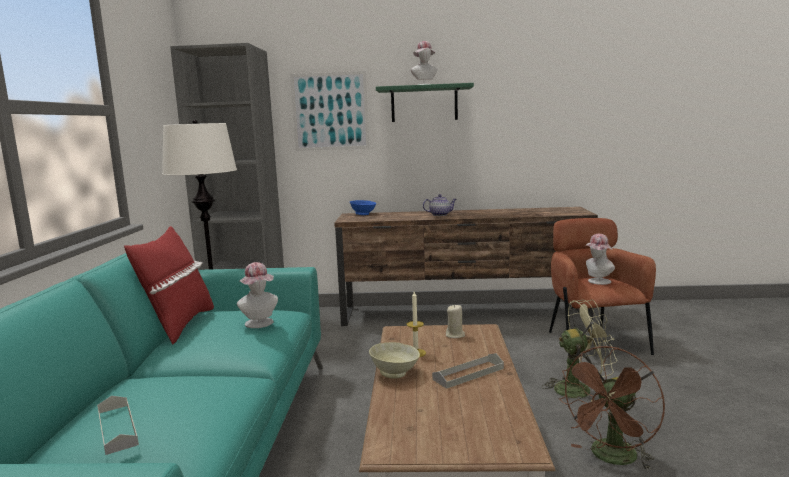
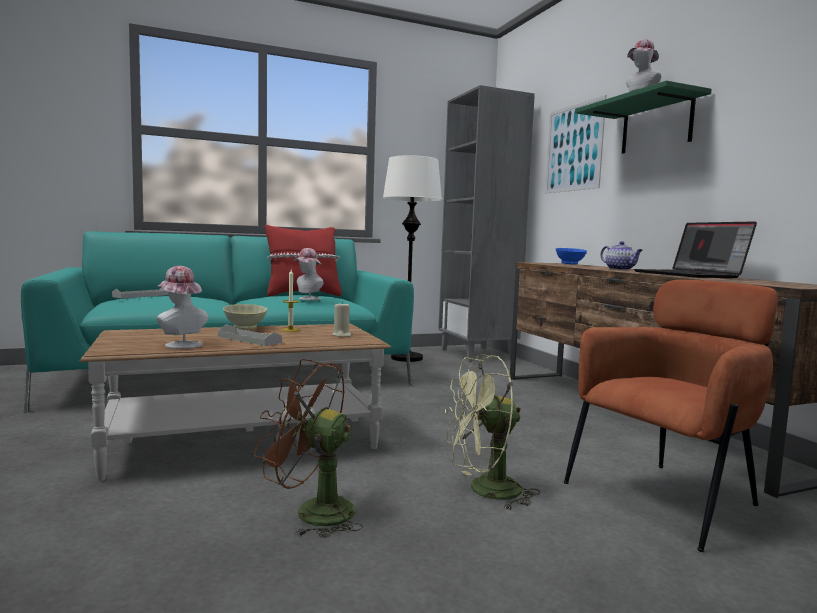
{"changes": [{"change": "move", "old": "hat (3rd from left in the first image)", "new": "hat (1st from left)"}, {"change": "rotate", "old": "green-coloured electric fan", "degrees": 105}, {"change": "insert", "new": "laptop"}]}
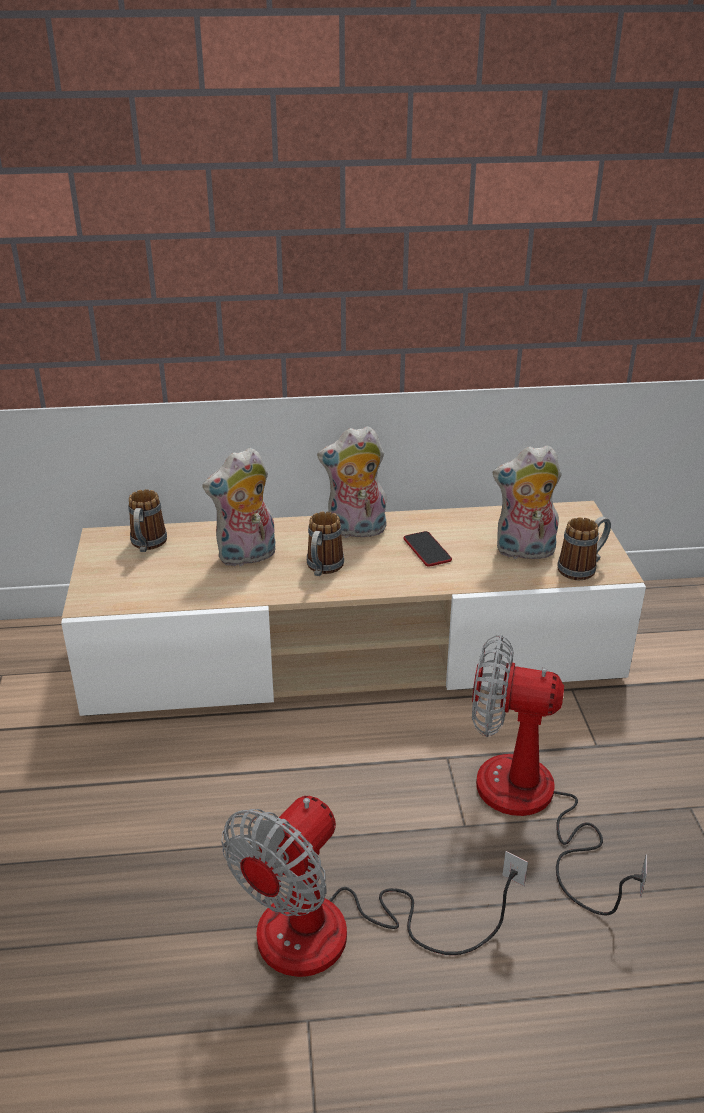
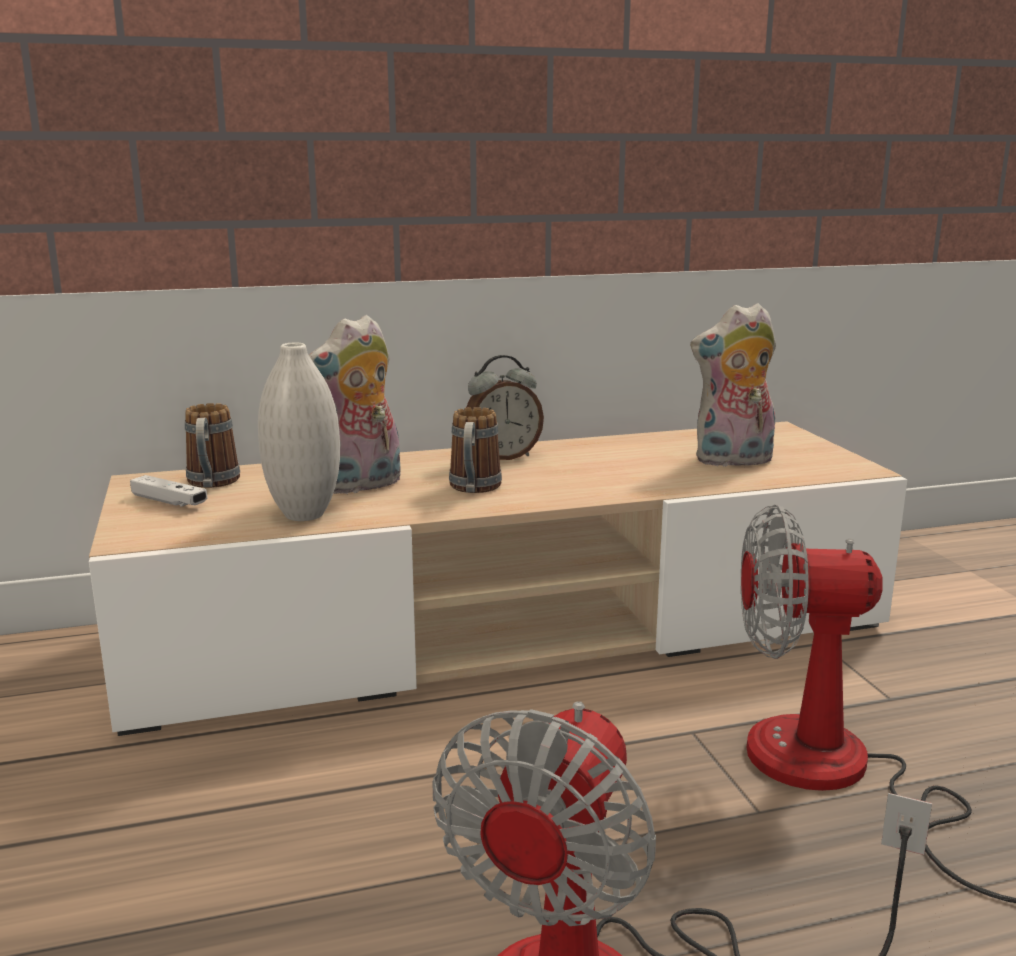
{"changes": [{"change": "replace", "old": "cuddly toy (2nd from left)", "new": "bedside clock"}, {"change": "delete", "old": "mug (3rd from left)"}, {"change": "delete", "old": "telephone"}, {"change": "insert", "new": "whitish flower vase"}, {"change": "insert", "new": "whitish game controller"}]}
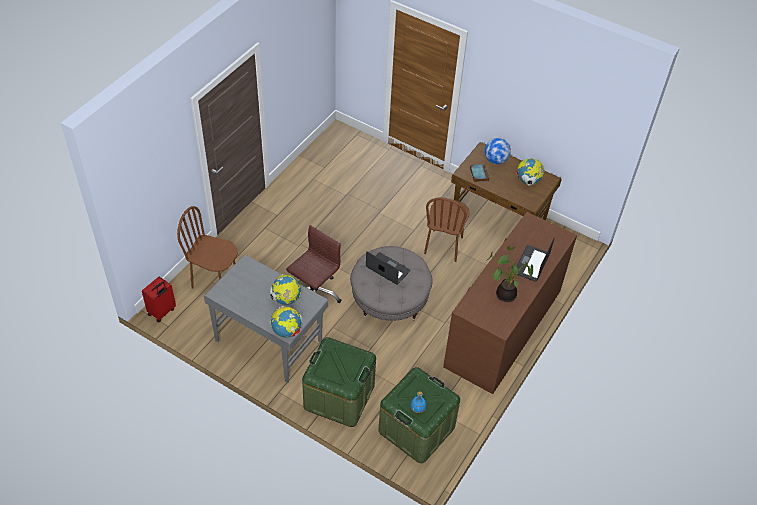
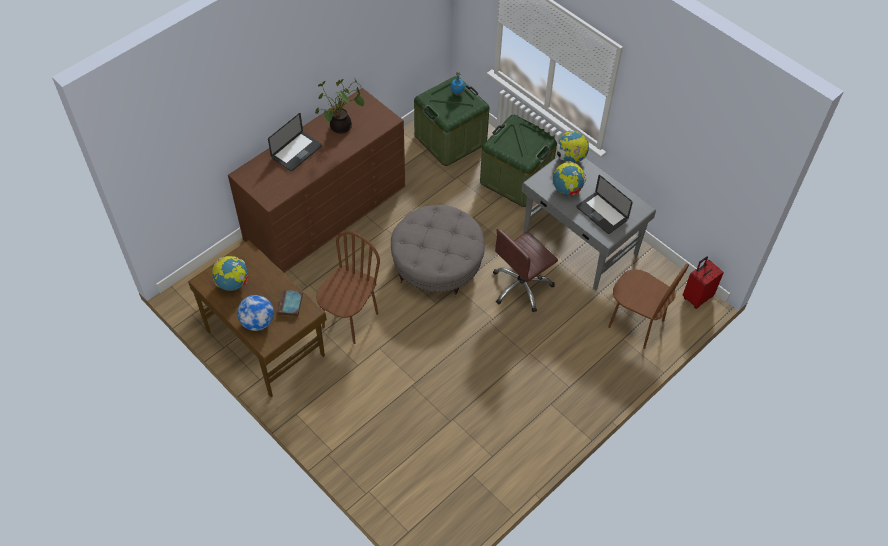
{"changes": [{"change": "move", "old": "laptop (1st from left in the first image)", "new": "laptop (2nd from left)"}]}
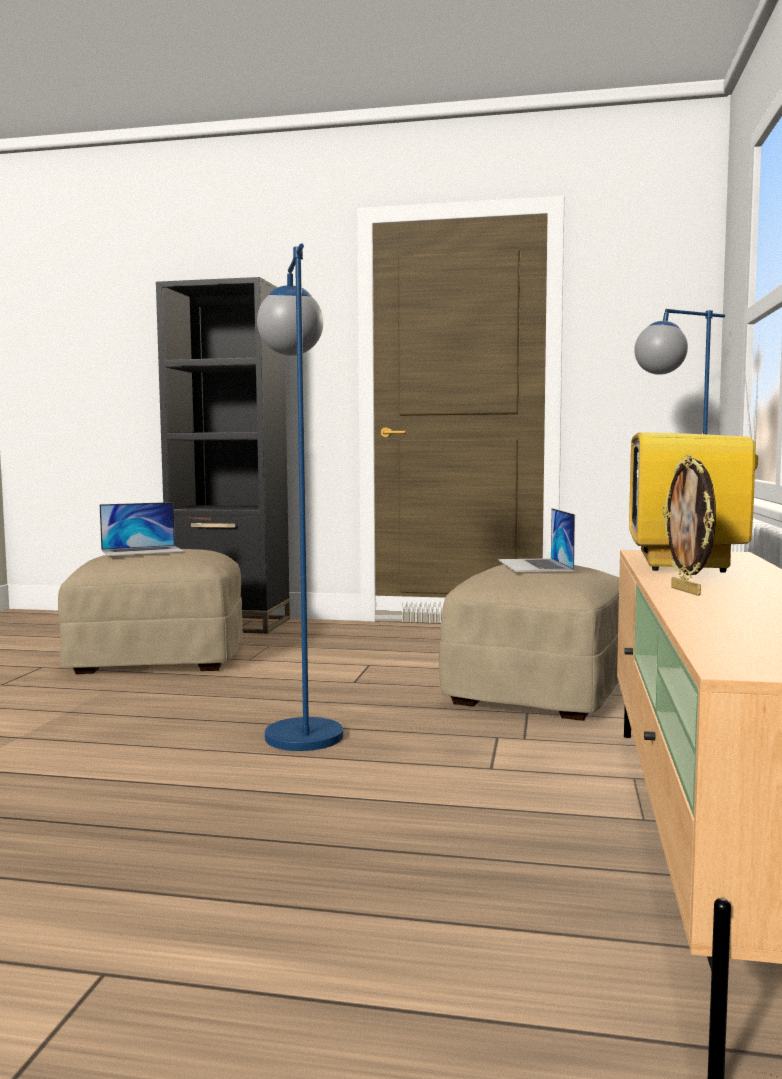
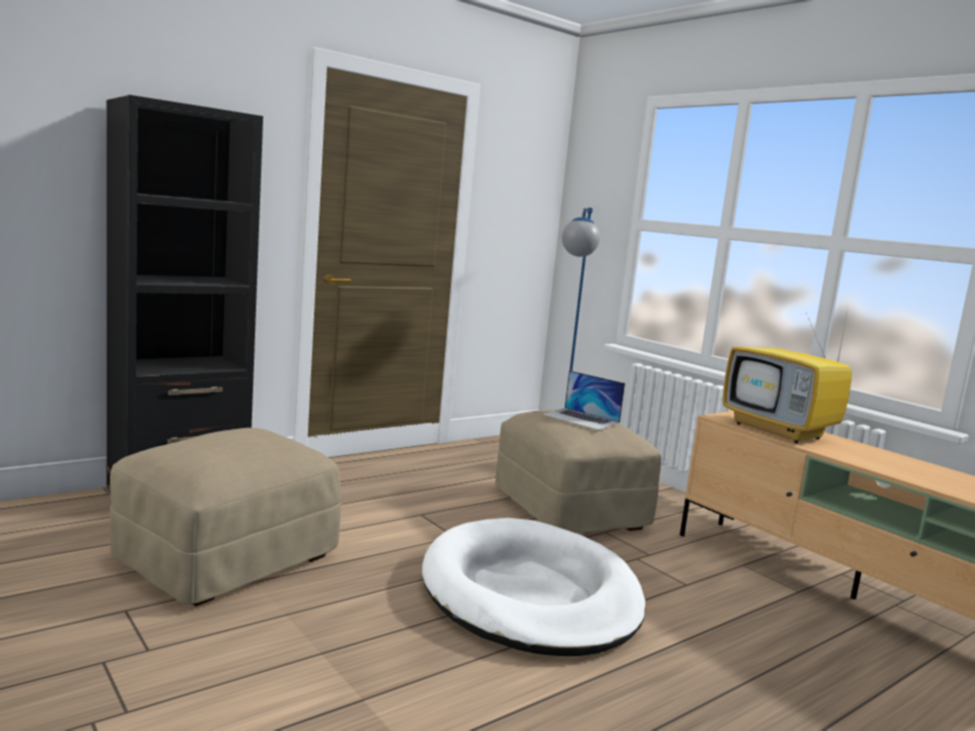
{"changes": [{"change": "replace", "old": "blue standing lamp (1st from left)", "new": "whitish dog cushion"}, {"change": "delete", "old": "photo frame"}, {"change": "delete", "old": "laptop (1st from left)"}]}
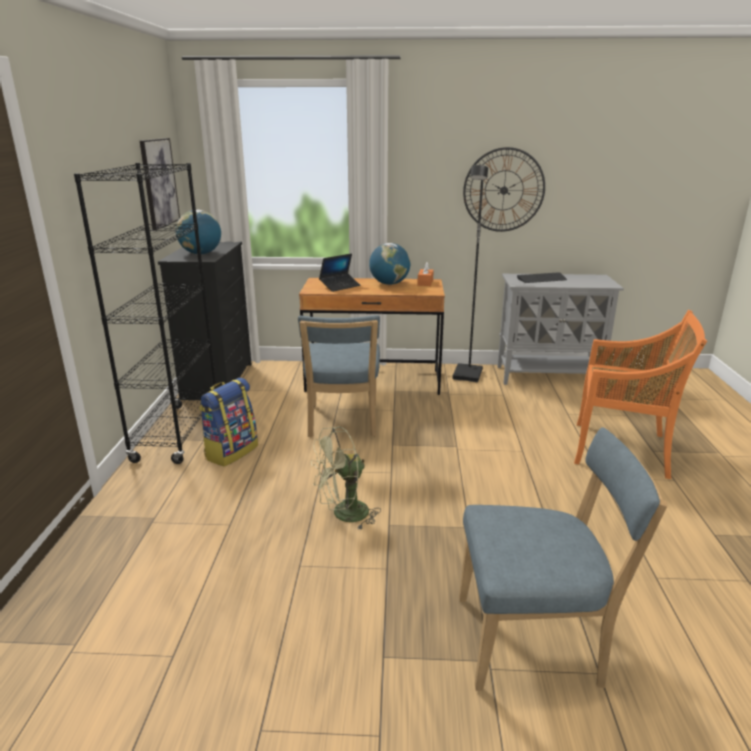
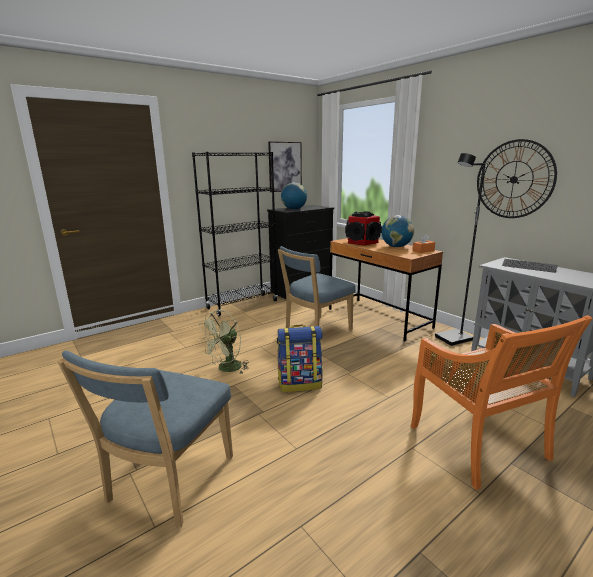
{"changes": [{"change": "replace", "old": "laptop", "new": "speaker"}, {"change": "move", "old": "backpack"}, {"change": "rotate", "old": "green-coloured electric fan", "degrees": -75}, {"change": "rotate", "old": "blue plain chair (2nd from left in the first image)", "degrees": 60}]}
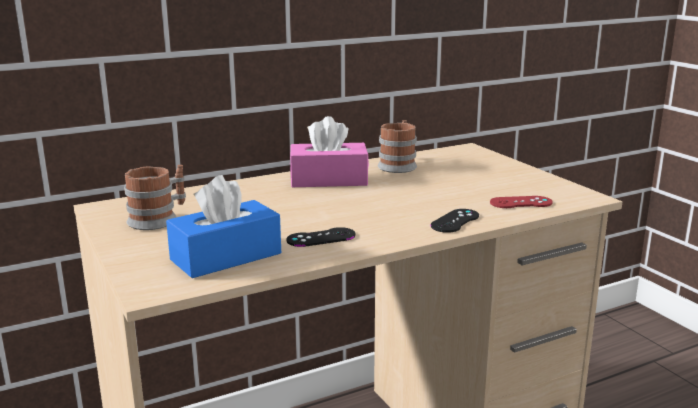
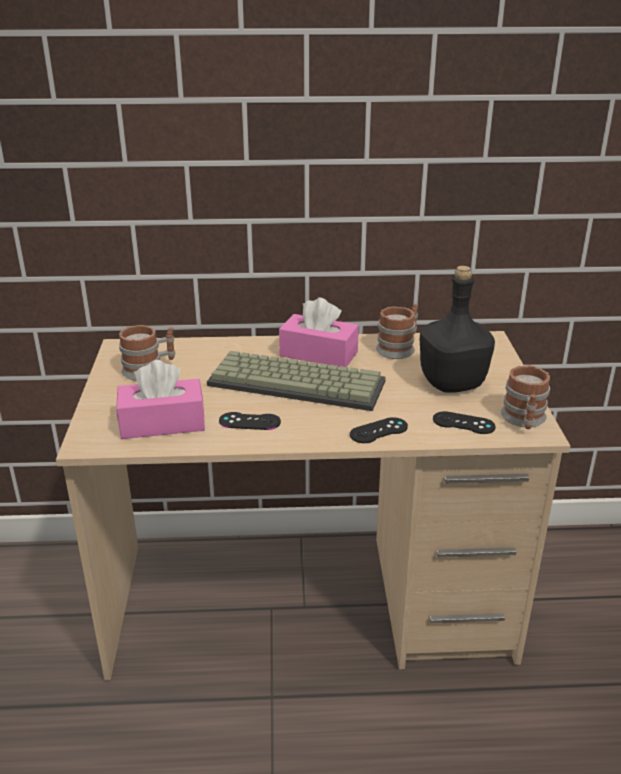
{"changes": [{"change": "recolor", "old": "blue box of tissues", "new": "pink box of tissues (1st from left)"}, {"change": "recolor", "old": "red-coloured game controller", "new": "black-coloured game controller (3rd from left)"}, {"change": "insert", "new": "black-coloured beverage bottle"}, {"change": "insert", "new": "computer keyboard"}, {"change": "insert", "new": "mug (3rd from left)"}]}
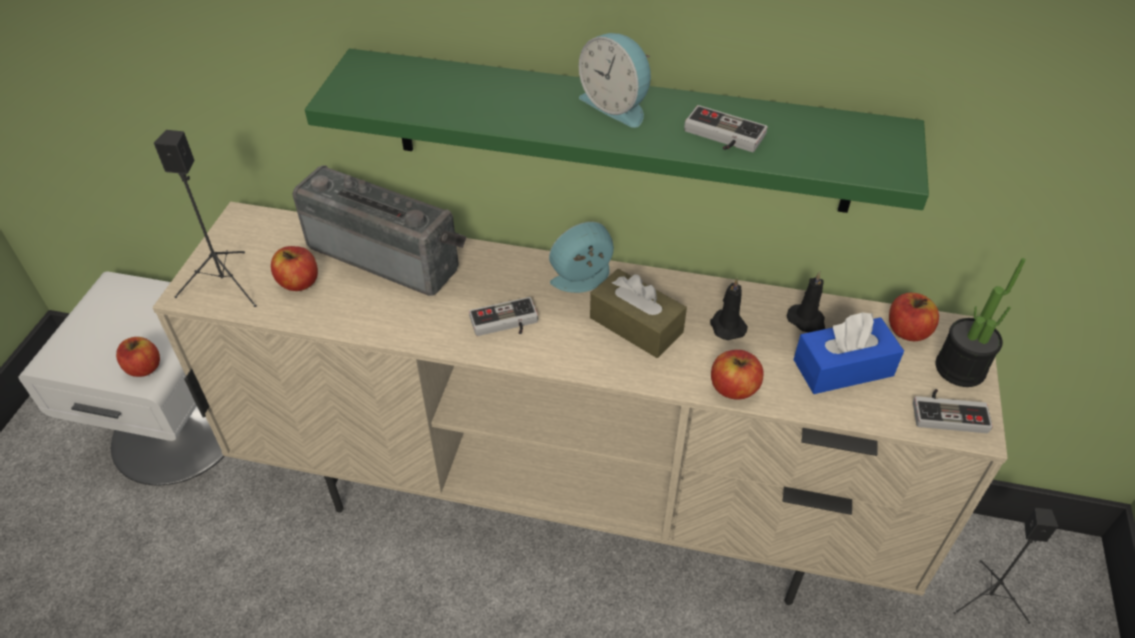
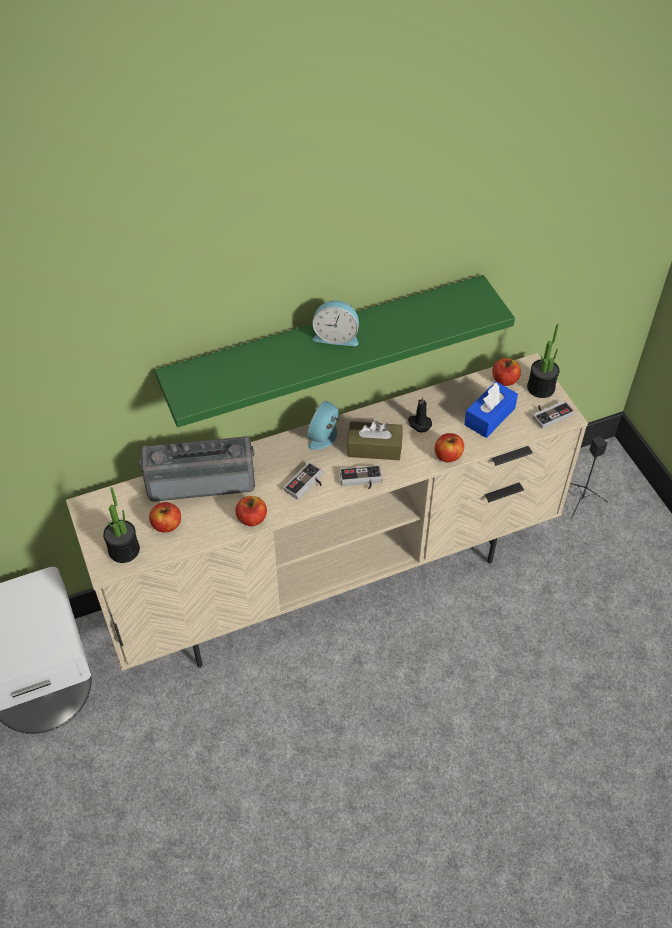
{"changes": [{"change": "move", "old": "game controller (2nd from left)"}, {"change": "replace", "old": "black-coloured speaker (1st from left)", "new": "plant in a pot (1st from left)"}, {"change": "delete", "old": "black-coloured candle (2nd from left)"}, {"change": "move", "old": "apple (1st from left in the first image)", "new": "apple (2nd from left)"}]}
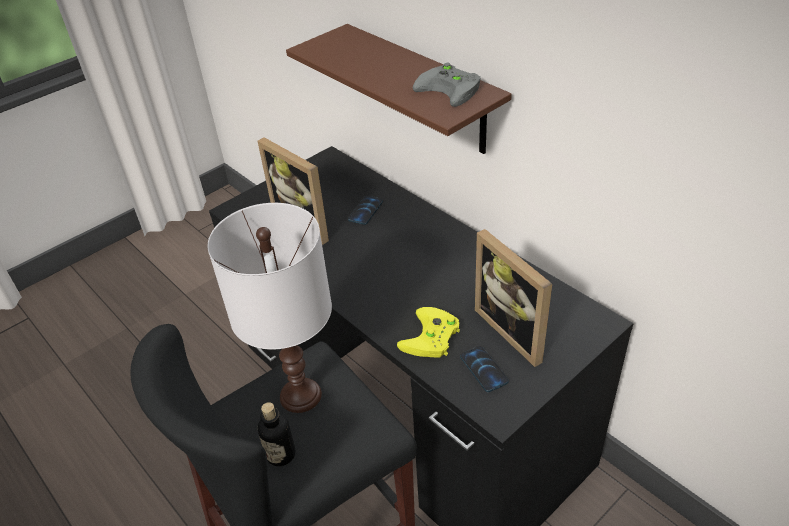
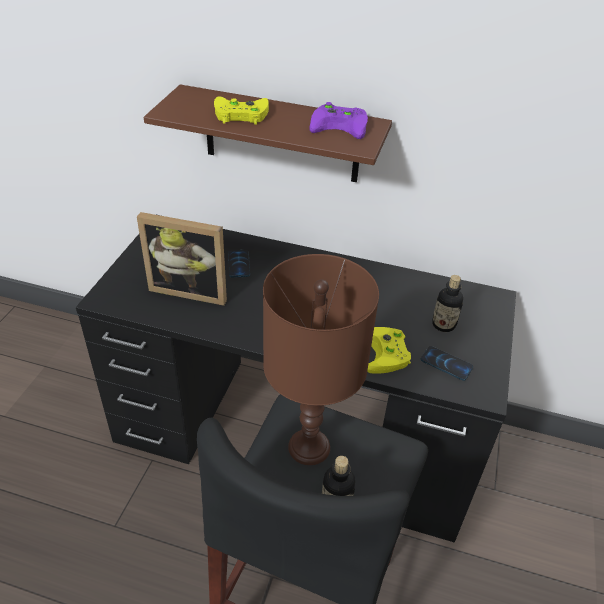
{"changes": [{"change": "recolor", "old": "greyish game controller", "new": "purple-coloured game controller"}, {"change": "recolor", "old": "whitish tabletop lamp", "new": "brown tabletop lamp"}, {"change": "replace", "old": "photo frame (2nd from left)", "new": "beverage bottle (2nd from left)"}, {"change": "insert", "new": "yellow game controller (1st from left)"}]}
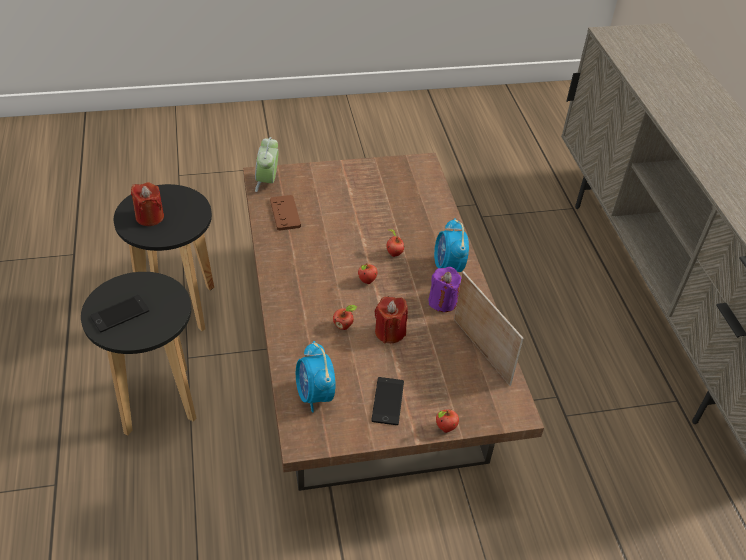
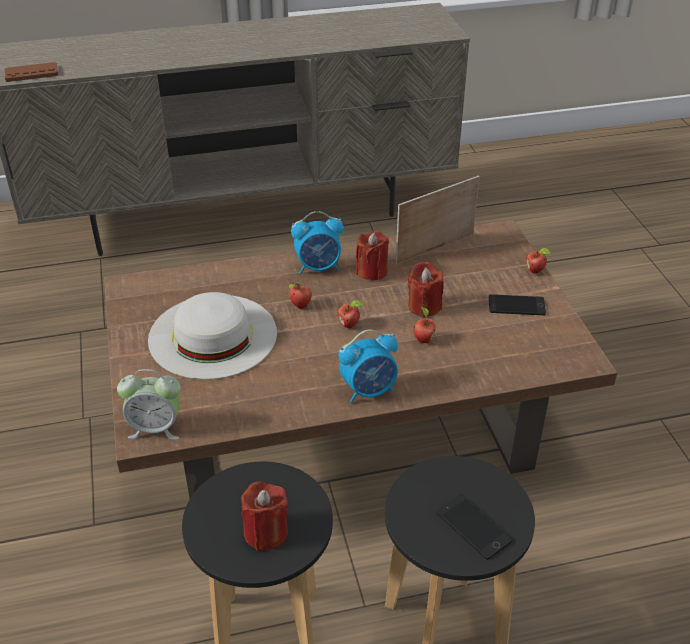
{"changes": [{"change": "move", "old": "brown game controller"}, {"change": "recolor", "old": "purple-coloured candle", "new": "red-coloured candle (2nd from left)"}, {"change": "move", "old": "bedside clock (2nd from left in the first image)", "new": "bedside clock (3rd from left)"}, {"change": "insert", "new": "whitish hat"}]}
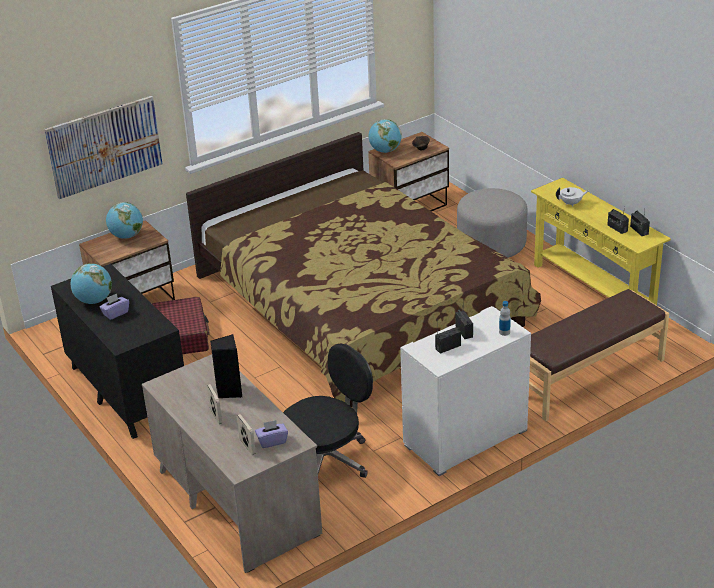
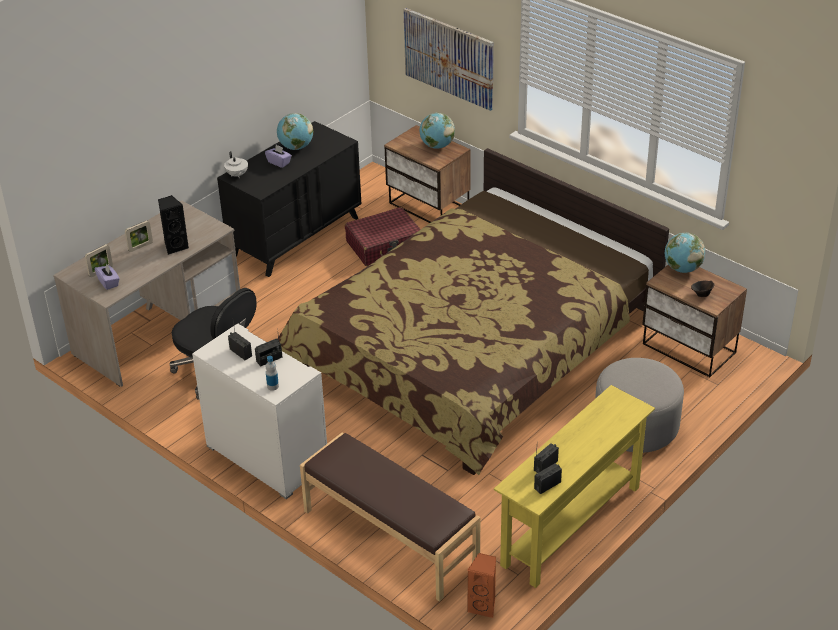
{"changes": [{"change": "move", "old": "whitish tea pot"}, {"change": "insert", "new": "orangey speaker"}]}
